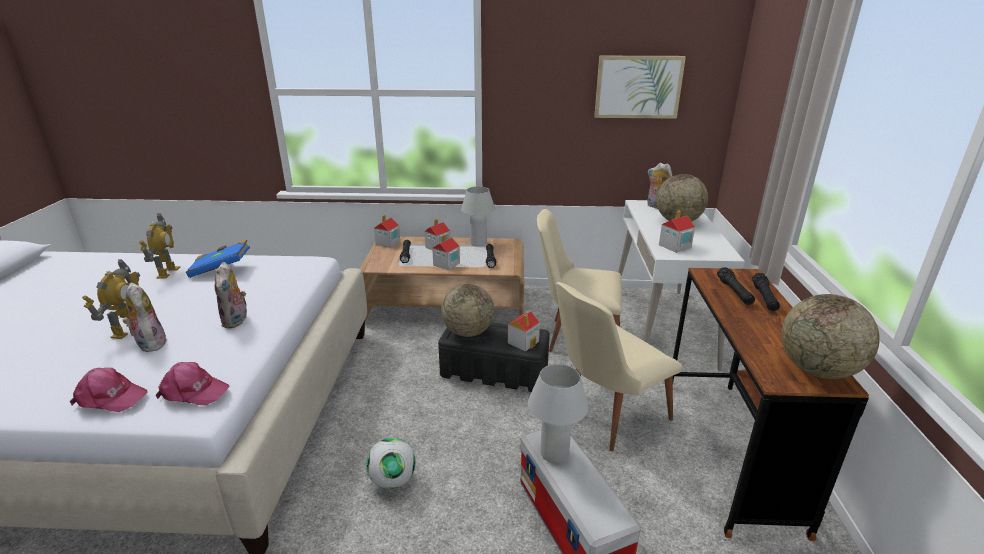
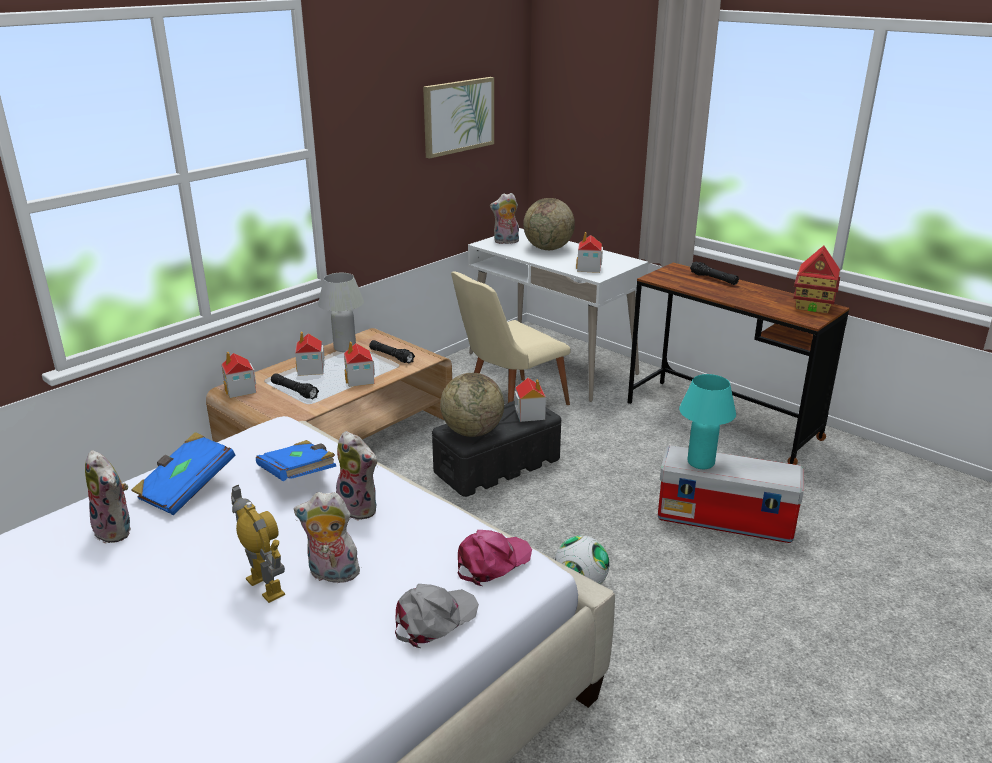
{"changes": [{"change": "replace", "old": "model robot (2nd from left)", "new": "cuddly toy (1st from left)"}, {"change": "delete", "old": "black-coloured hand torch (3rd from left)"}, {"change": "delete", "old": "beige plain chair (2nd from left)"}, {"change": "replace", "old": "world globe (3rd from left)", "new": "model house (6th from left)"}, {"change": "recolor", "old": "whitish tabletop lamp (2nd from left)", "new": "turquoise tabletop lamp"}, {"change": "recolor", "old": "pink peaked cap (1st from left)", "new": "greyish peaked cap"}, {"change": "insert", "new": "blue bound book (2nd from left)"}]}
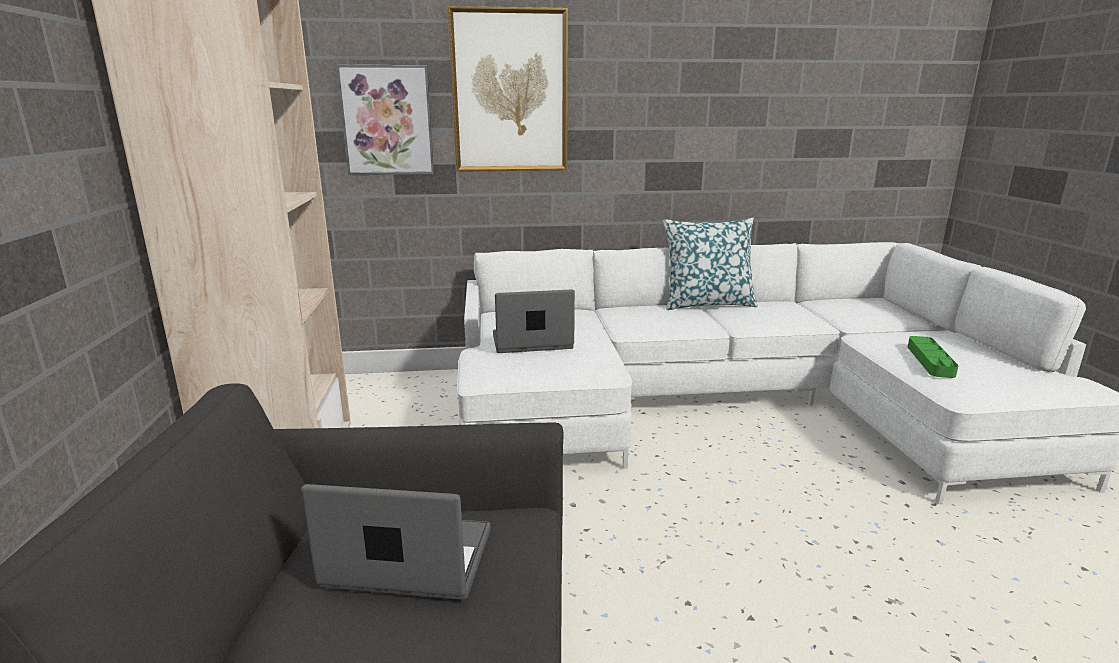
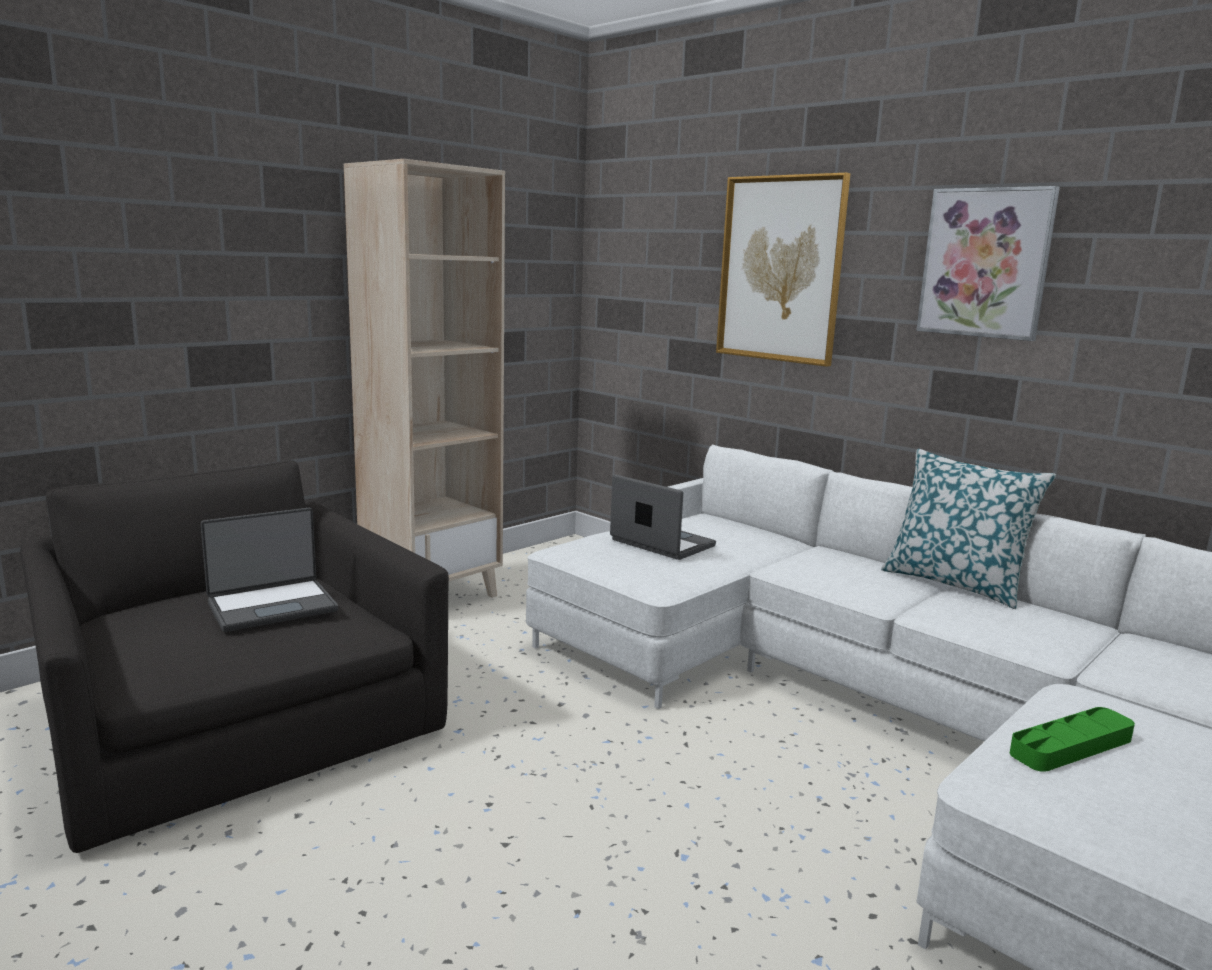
{"changes": [{"change": "move", "old": "wall picture (1st from left in the first image)", "new": "wall picture (2nd from left)"}, {"change": "rotate", "old": "laptop (1st from left)", "degrees": 90}]}
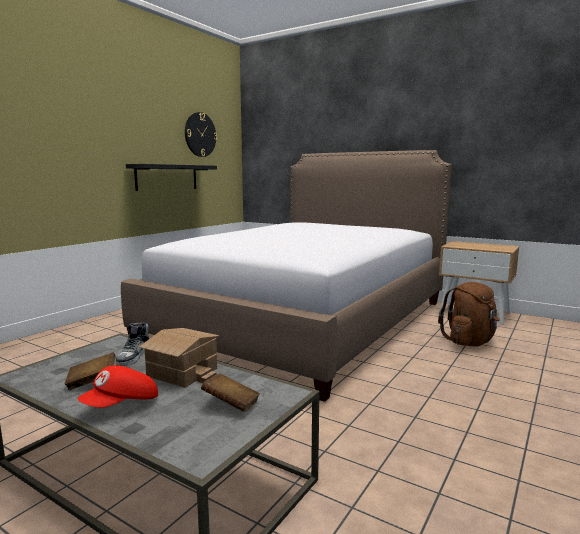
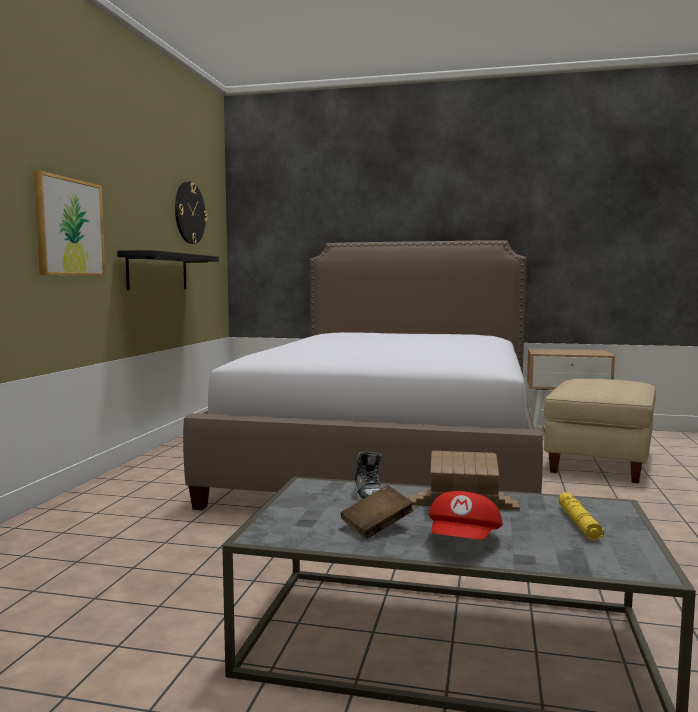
{"changes": [{"change": "replace", "old": "brown backpack", "new": "beige pouffe"}, {"change": "replace", "old": "brown bound book (2nd from left)", "new": "yellow hand torch"}, {"change": "insert", "new": "wall picture"}]}
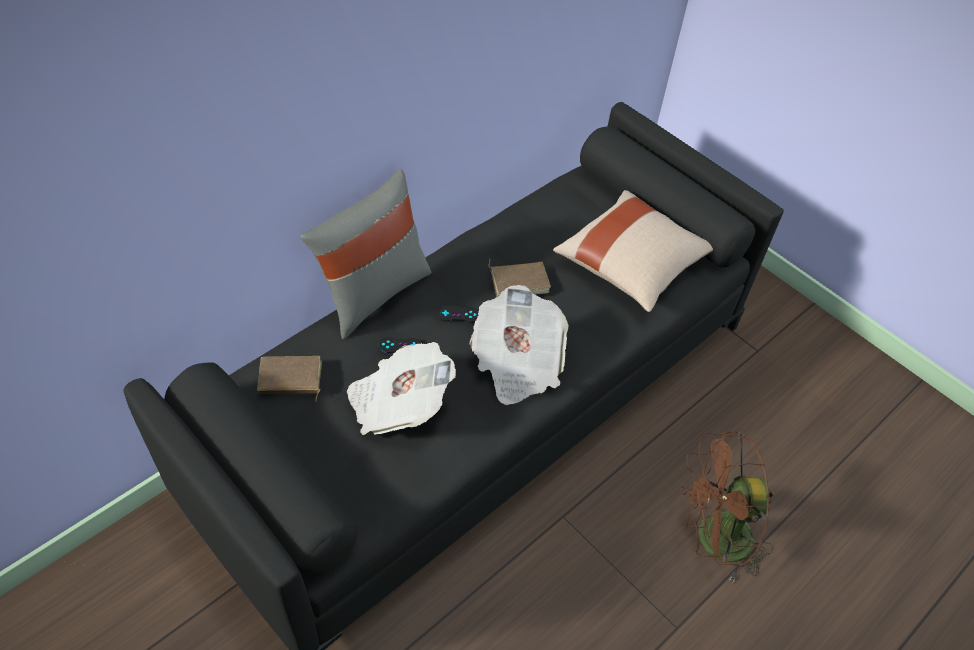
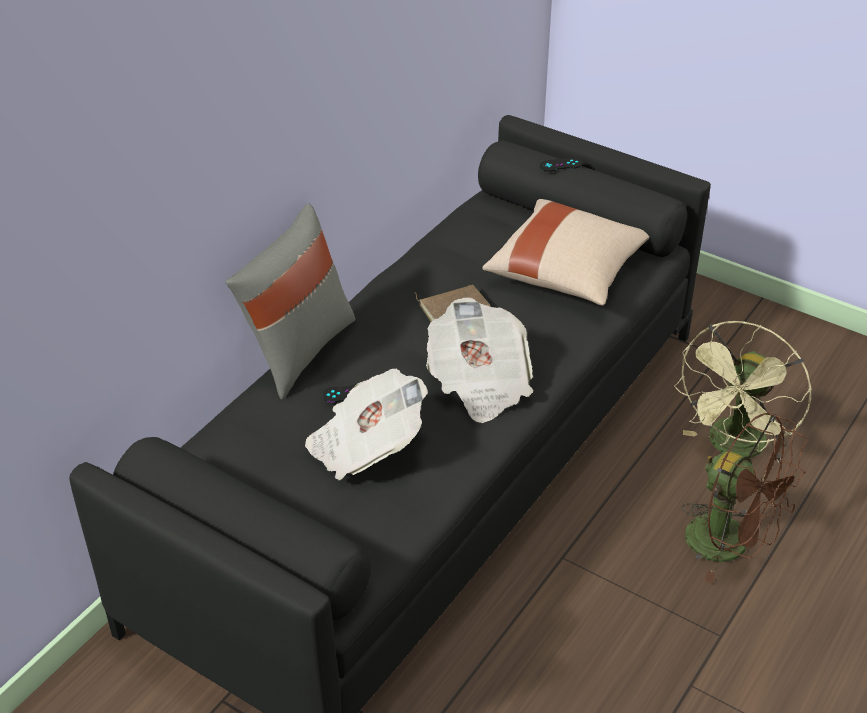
{"changes": [{"change": "move", "old": "black-coloured game controller (2nd from left)"}, {"change": "delete", "old": "brown bound book (1st from left)"}, {"change": "rotate", "old": "brown electric fan", "degrees": -120}, {"change": "insert", "new": "green-coloured electric fan"}]}
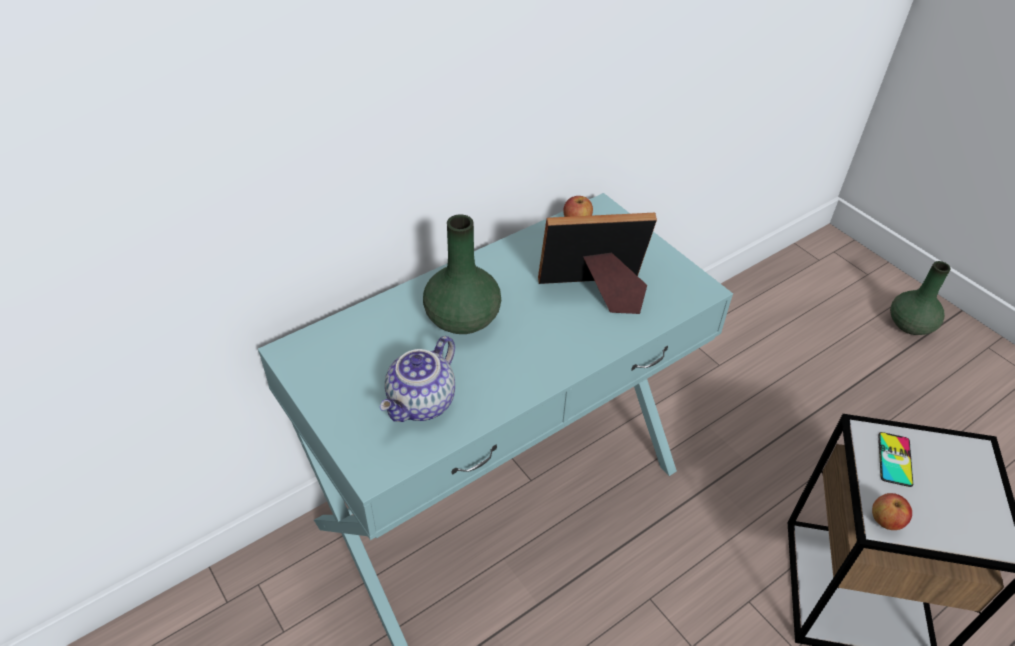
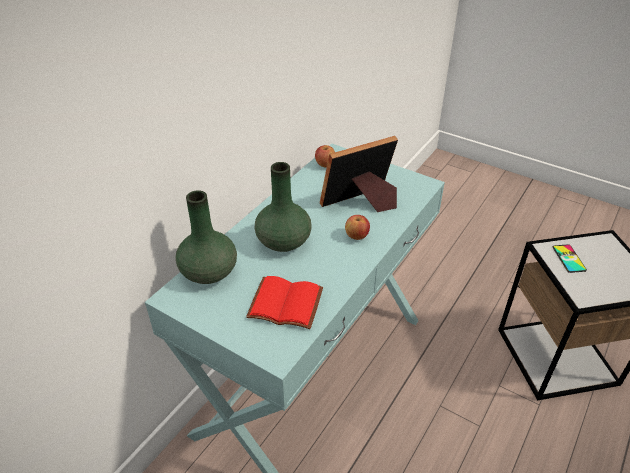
{"changes": [{"change": "move", "old": "green-coloured flower vase (2nd from left in the first image)", "new": "green-coloured flower vase (1st from left)"}, {"change": "replace", "old": "tea pot", "new": "red-coloured bound book"}, {"change": "move", "old": "apple (2nd from left)"}]}
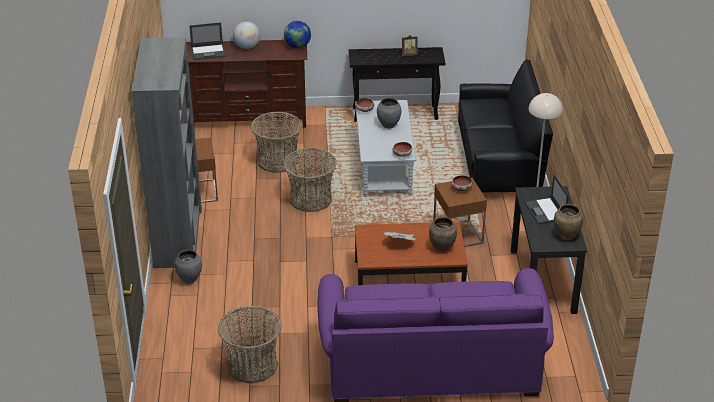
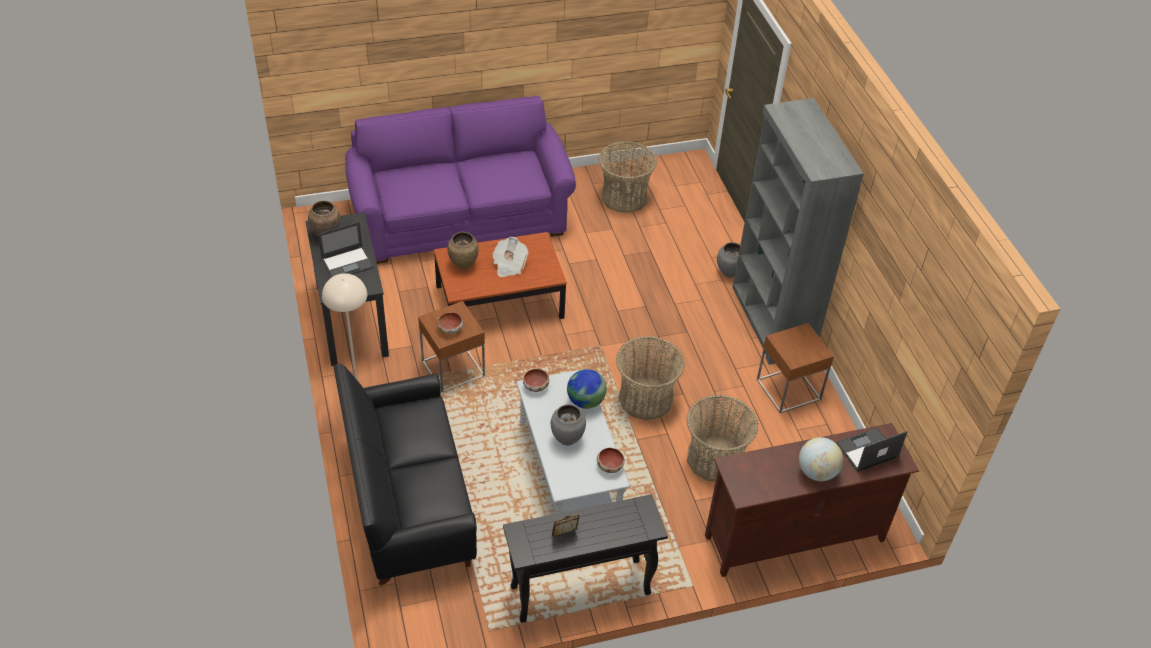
{"changes": [{"change": "move", "old": "world globe (2nd from left in the first image)", "new": "world globe (1st from left)"}, {"change": "rotate", "old": "laptop (2nd from left in the first image)", "degrees": 90}]}
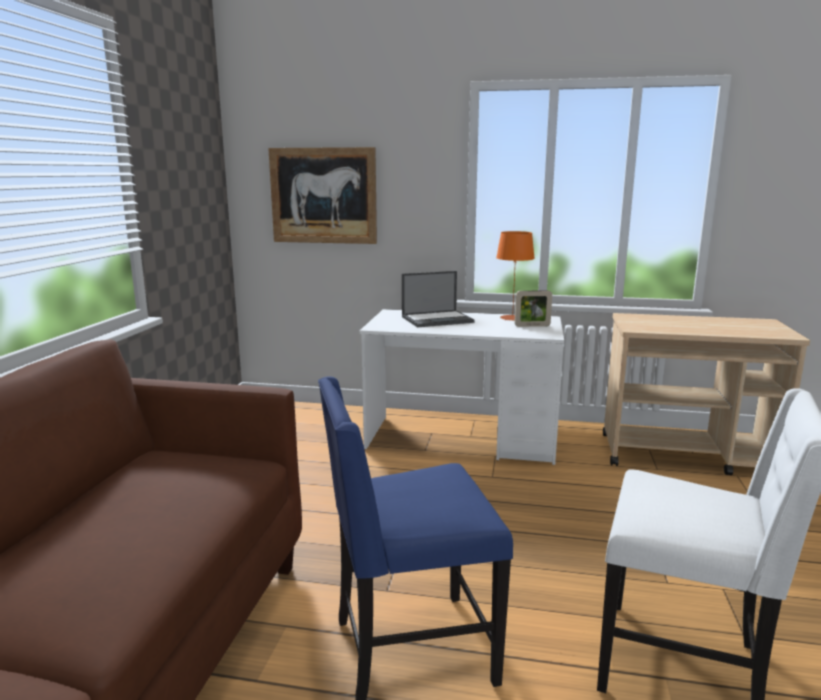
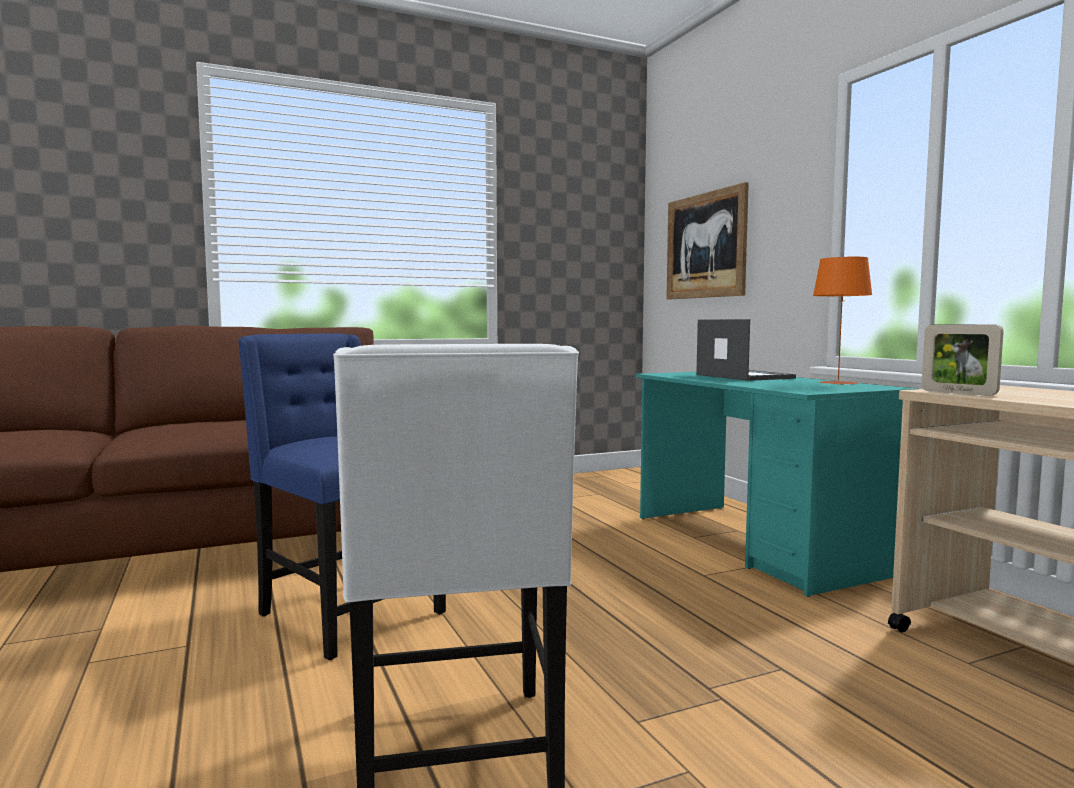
{"changes": [{"change": "rotate", "old": "laptop", "degrees": -150}, {"change": "move", "old": "photo frame"}, {"change": "recolor", "old": "whitish desk unit", "new": "turquoise desk unit"}]}
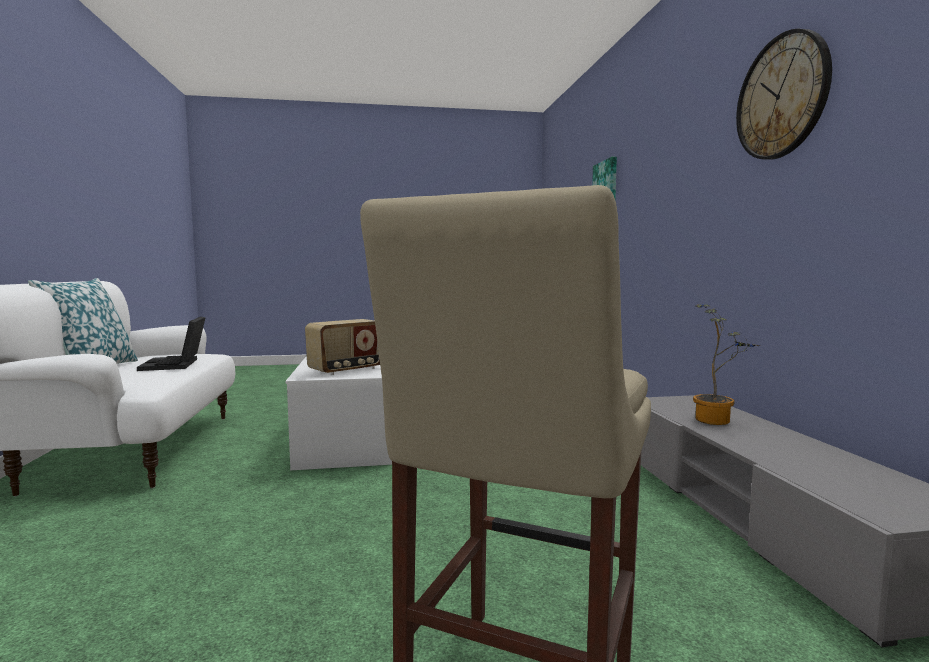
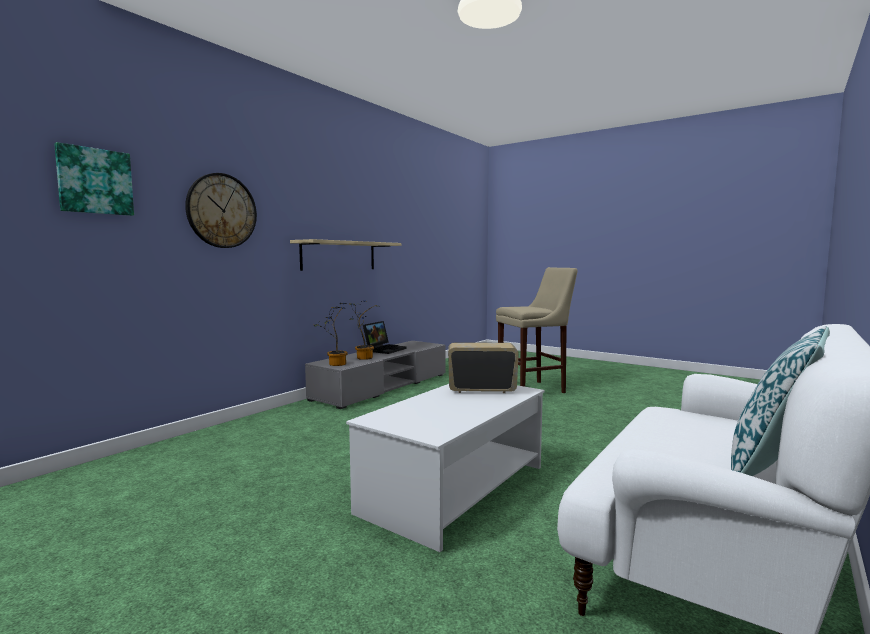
{"changes": [{"change": "move", "old": "wall clock"}, {"change": "move", "old": "laptop"}, {"change": "insert", "new": "shelf"}, {"change": "insert", "new": "plant in a pot (1st from left)"}]}
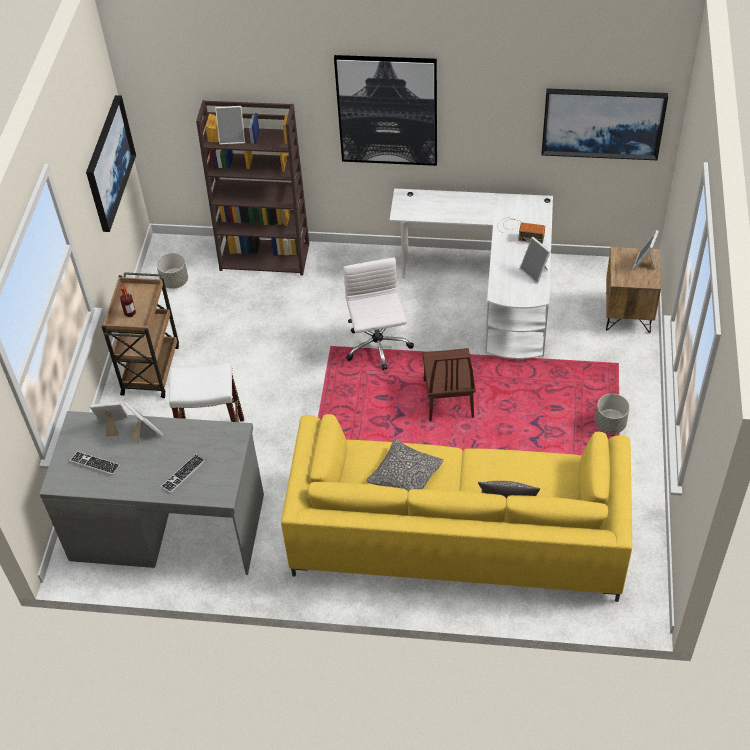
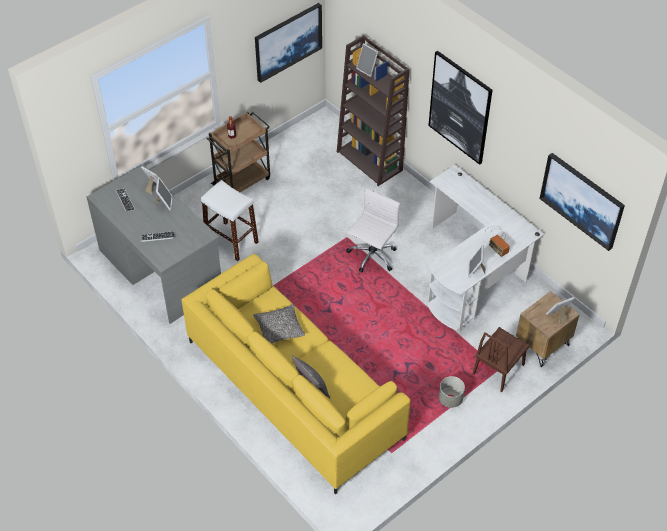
{"changes": [{"change": "delete", "old": "greyish flower pot (1st from left)"}, {"change": "move", "old": "brown plain chair"}]}
